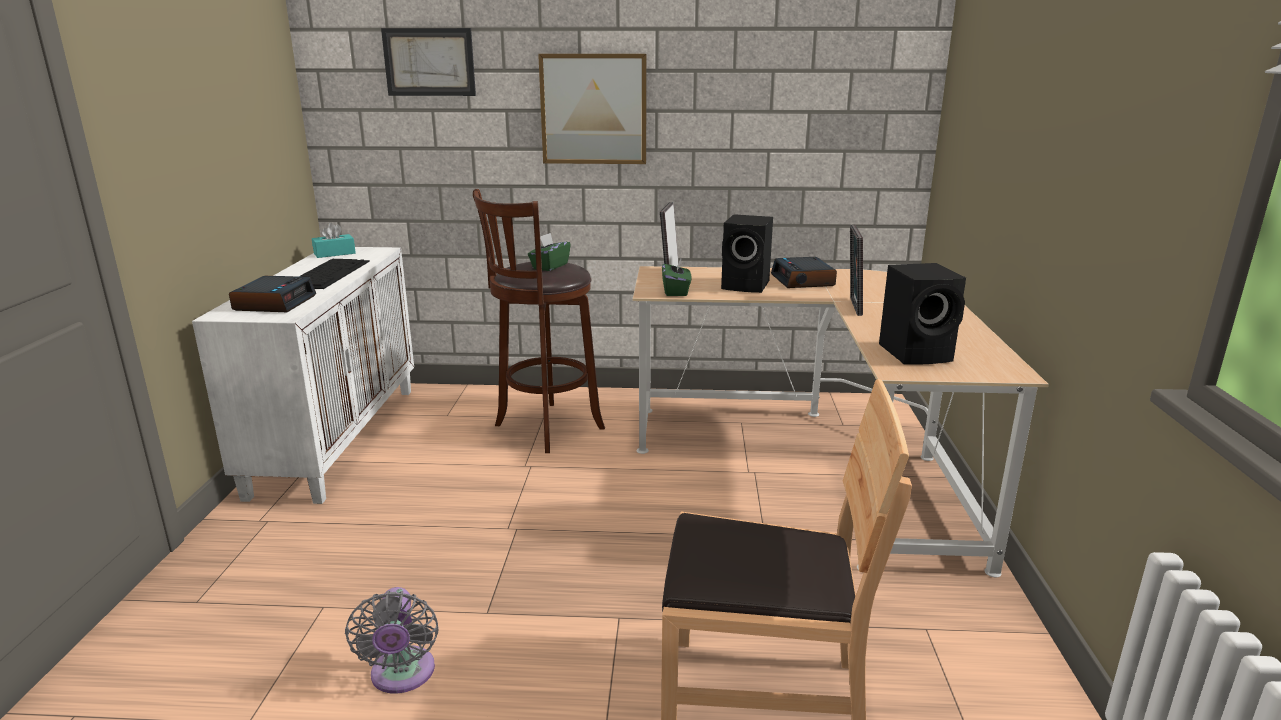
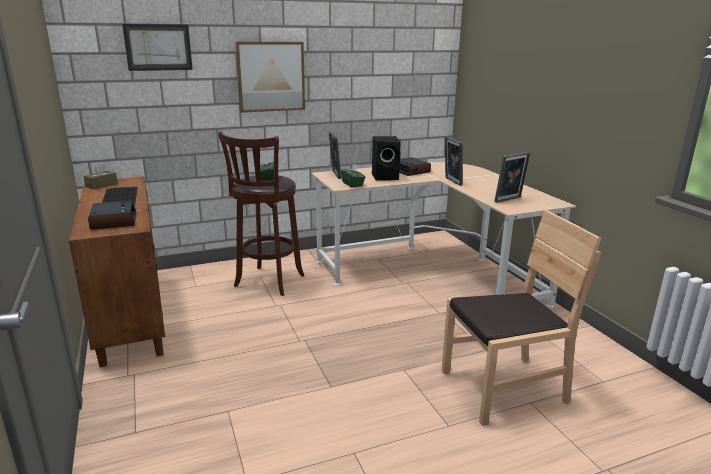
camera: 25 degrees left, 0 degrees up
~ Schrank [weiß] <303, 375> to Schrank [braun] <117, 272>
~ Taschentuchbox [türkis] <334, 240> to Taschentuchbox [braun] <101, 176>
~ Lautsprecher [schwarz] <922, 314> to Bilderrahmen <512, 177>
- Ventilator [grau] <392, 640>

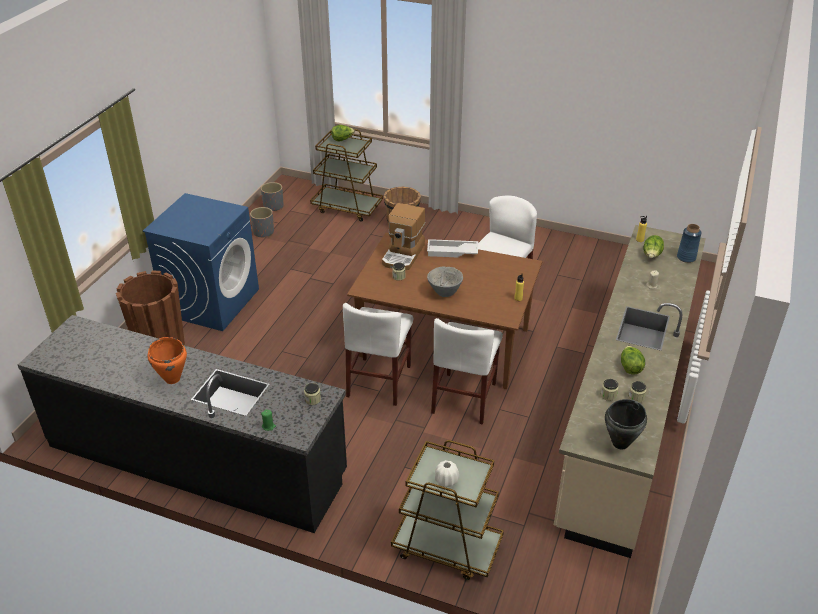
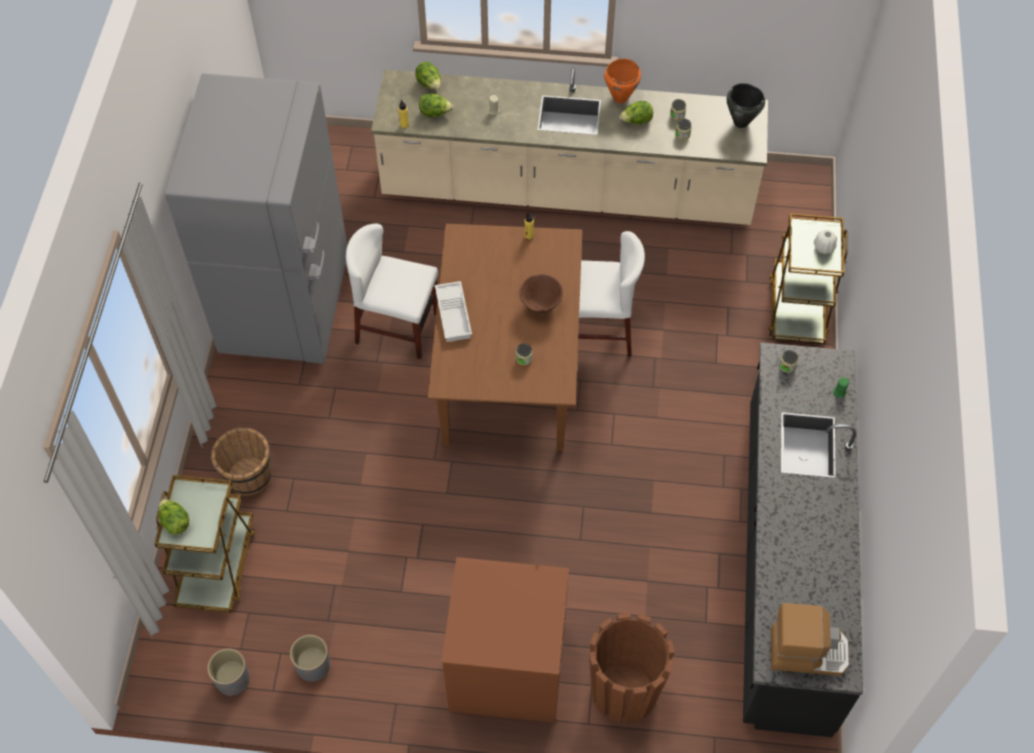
camera: 105 degrees left, 20 degrees up
+ Kühlschrank [grau] <256, 218>
~ Vase [blau] <689, 243> to Salatkopf <428, 76>
~ Waschmaschine [blau] <201, 262> to Waschmaschine [braun] <505, 640>
~ Schüssel [grau] <445, 282> to Schüssel [braun] <541, 294>
~ Kochtopf [orange] <167, 360> to <622, 80>
~ Kaffeemaschine <403, 236> to <810, 639>
- Stuhl [weiß] <378, 354>

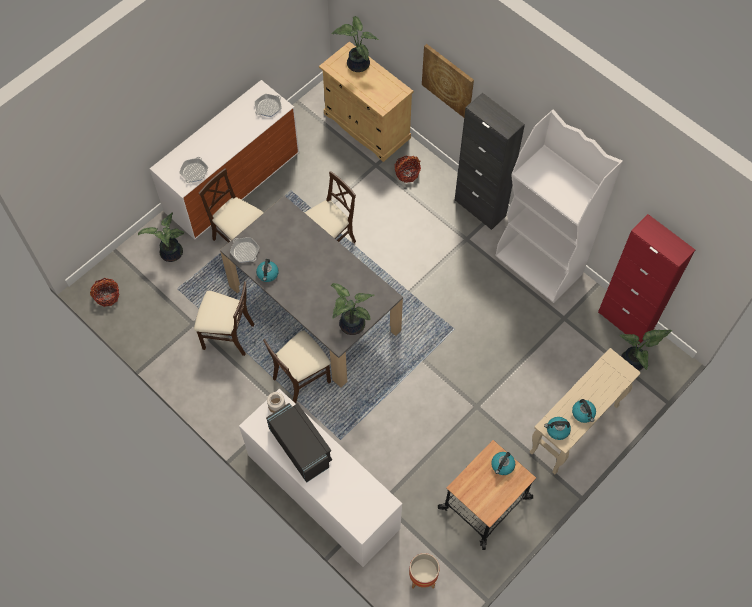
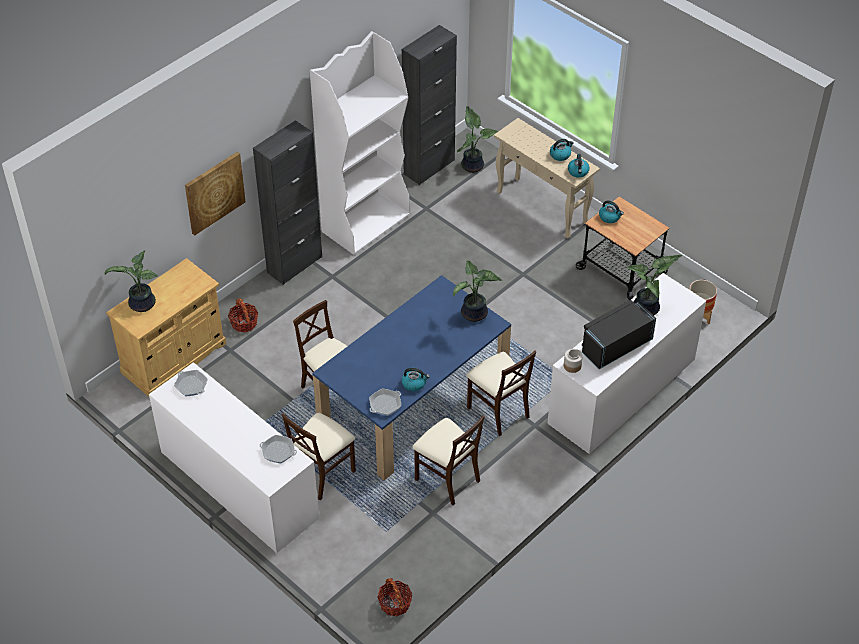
camera: 90 degrees left, 15 degrees down
~ Esstisch [grau] <311, 292> to Esstisch [blau] <411, 377>
~ Schrank [rot] <646, 279> to Schrank [schwarz] <429, 105>
~ Stuhl [beige] <224, 318> = <449, 460> 120 degrees clockwise
~ Topfpflanze <161, 237> to <654, 285>

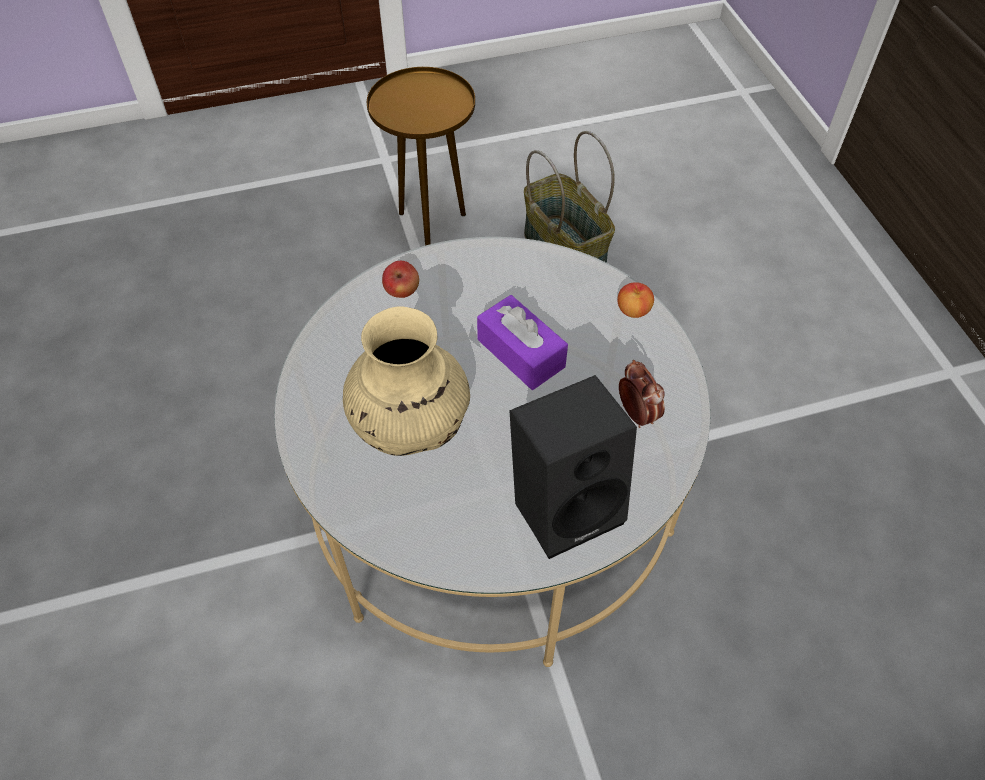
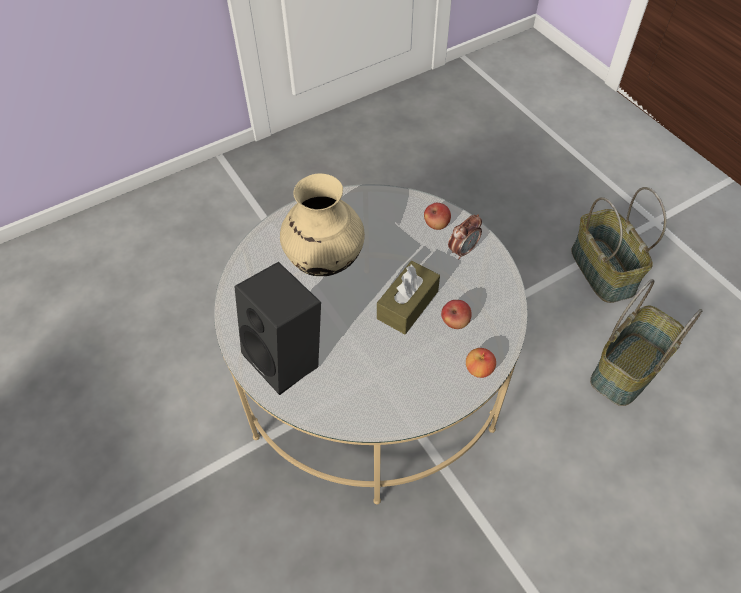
camera: 75 degrees right, 0 degrees up
~ Taschentuchbox [lila] <522, 342> to Taschentuchbox [braun] <408, 297>
+ Apfel <456, 314>
~ Wecker <642, 394> to <465, 236>
~ Beistelltisch [braun] <421, 156> to Korb <619, 245>

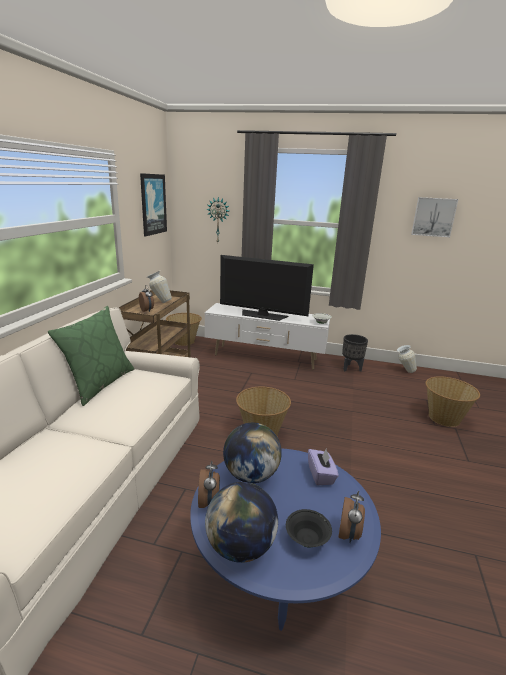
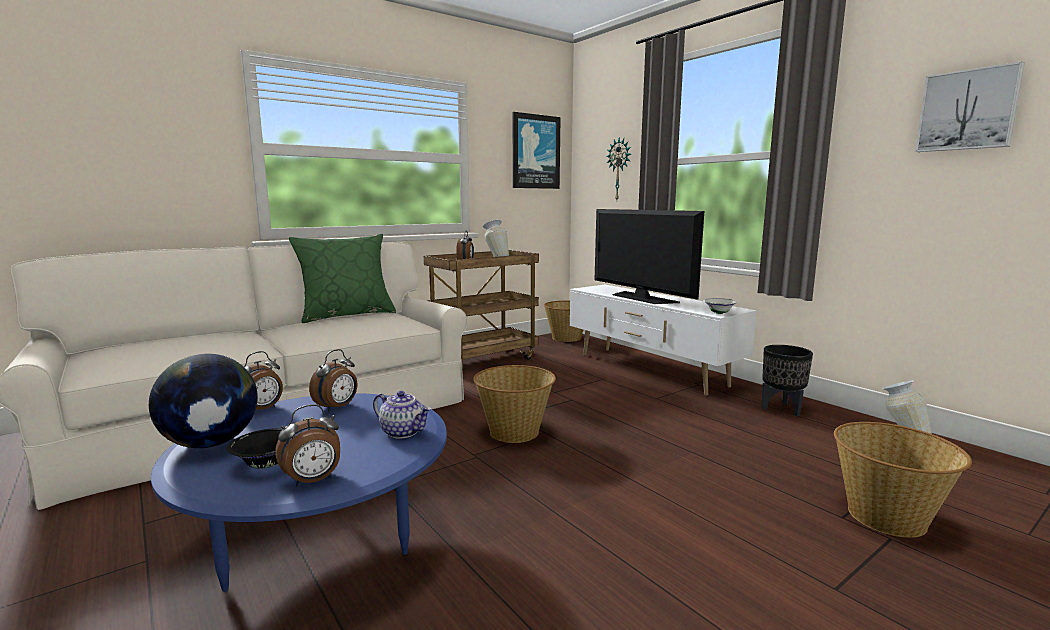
camera: 40 degrees right, 10 degrees down
~ Globus <252, 453> to Wecker <333, 380>
~ Taschentuchbox [lila] <323, 467> to Teekanne <402, 415>

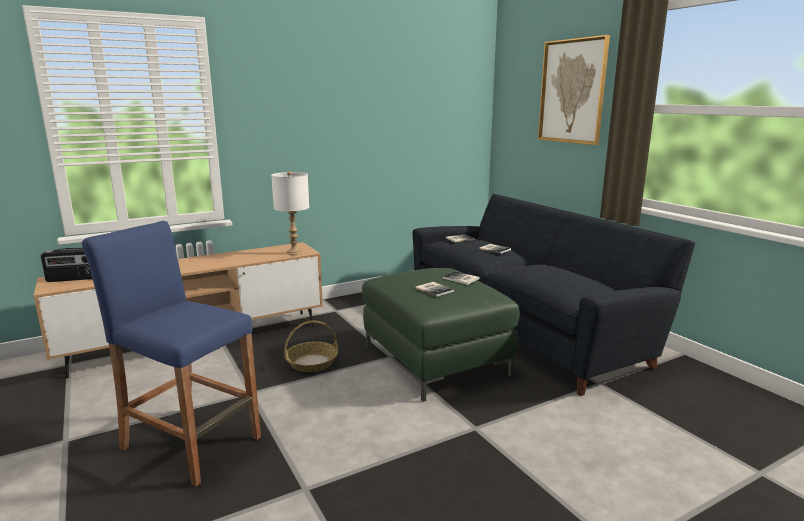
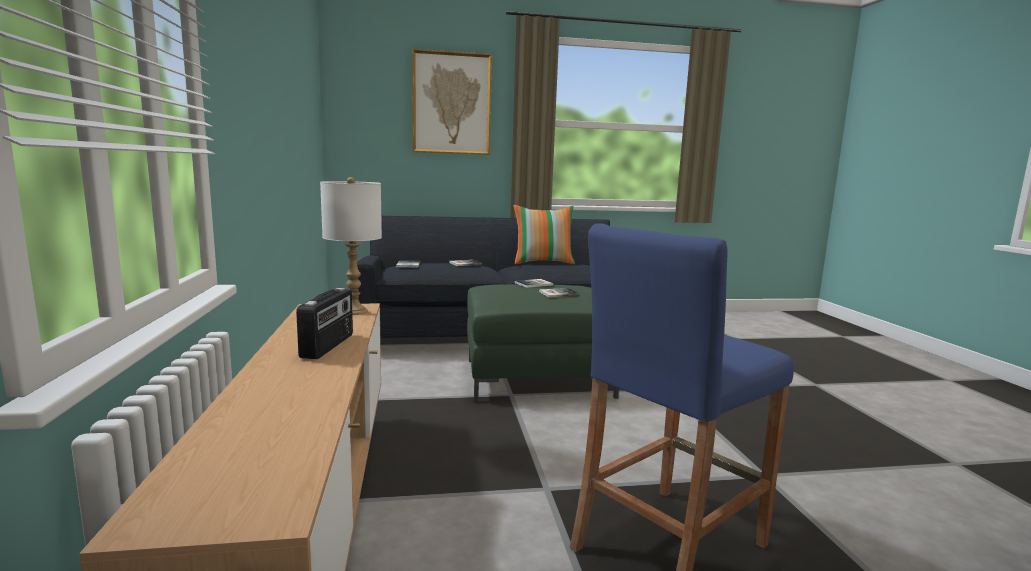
camera: 70 degrees left, 5 degrees down
~ Radio <66, 264> to <324, 323>
+ Kissen <544, 234>
- Korb <311, 346>

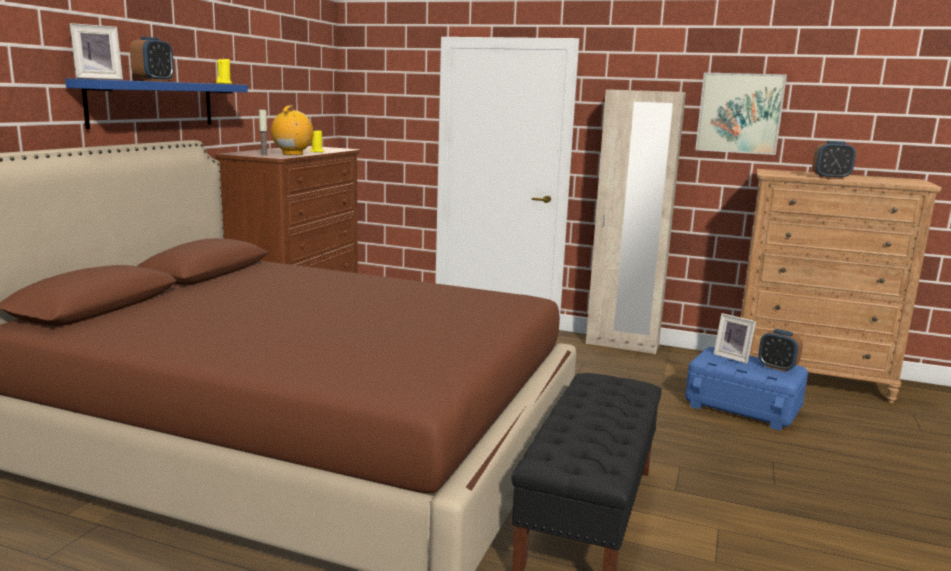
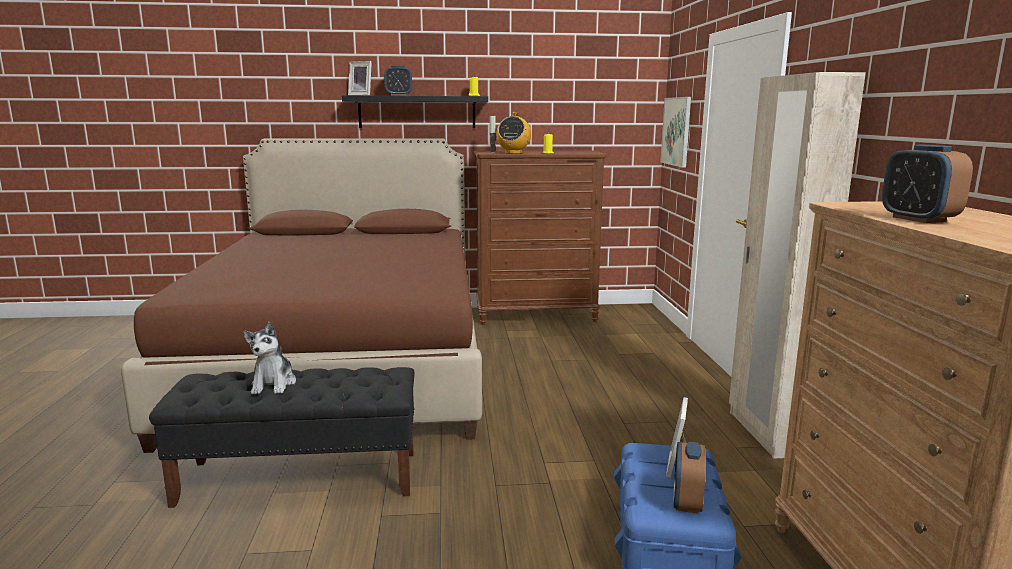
camera: 65 degrees right, 0 degrees up
+ Plüschtier <269, 358>
~ Wandregal [blau] <156, 103> to Wandregal [schwarz] <415, 111>
~ Radio <292, 130> = <513, 133> 120 degrees clockwise
~ Bild <741, 113> to <676, 132>

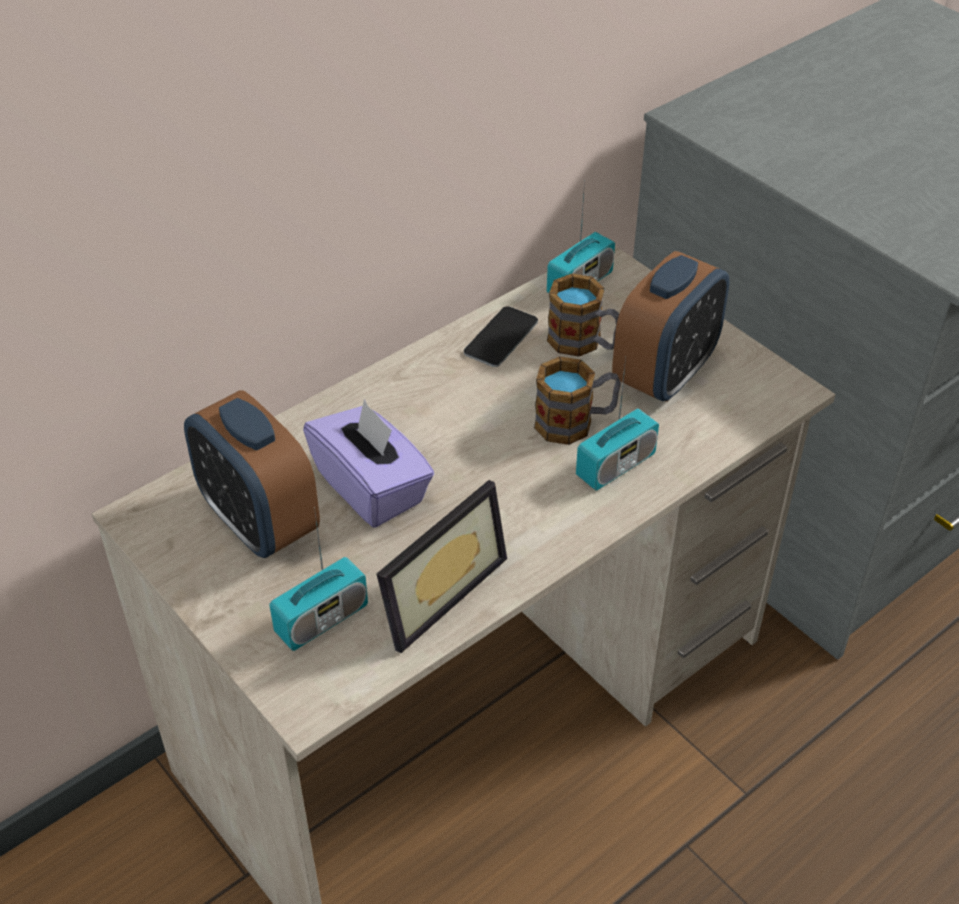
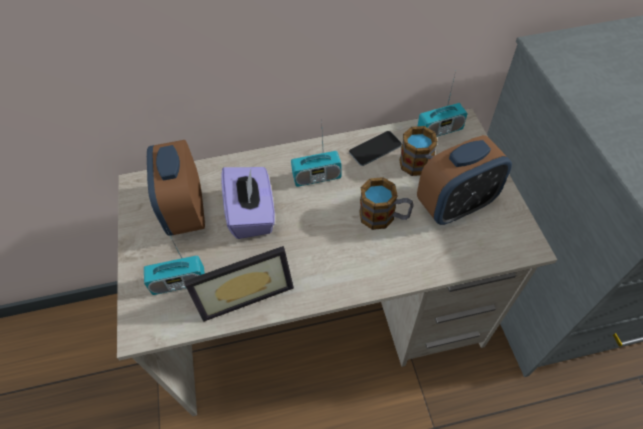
camera: 30 degrees right, 10 degrees up
~ Radio <617, 423> to <316, 153>

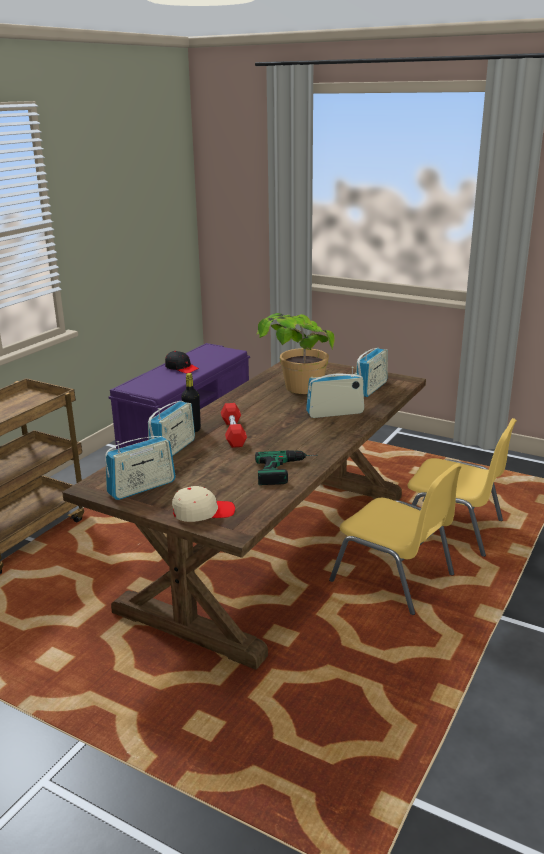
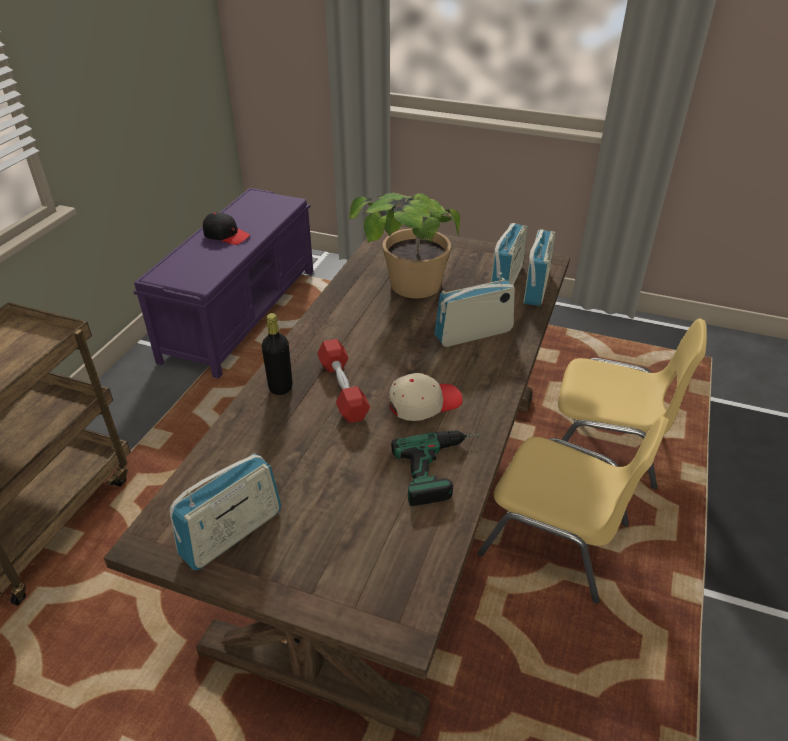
camera: 10 degrees left, 15 degrees up
~ Kappe [beige] <203, 504> to <426, 397>
~ Radio <171, 428> to <539, 267>

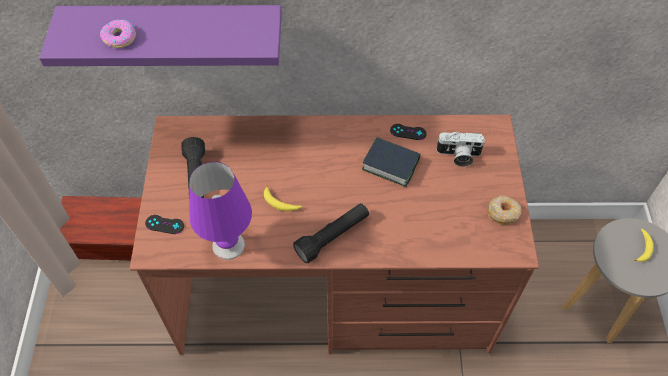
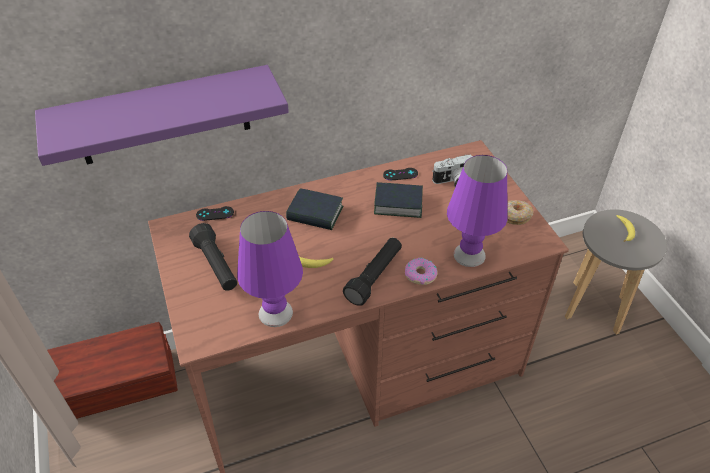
camera: 20 degrees left, 10 degrees down
~ Gamepad [schwarz] <164, 224> to <215, 213>
+ Buch <314, 209>
~ Donut <118, 34> to <421, 271>
+ Tischlampe [lila] <477, 211>

